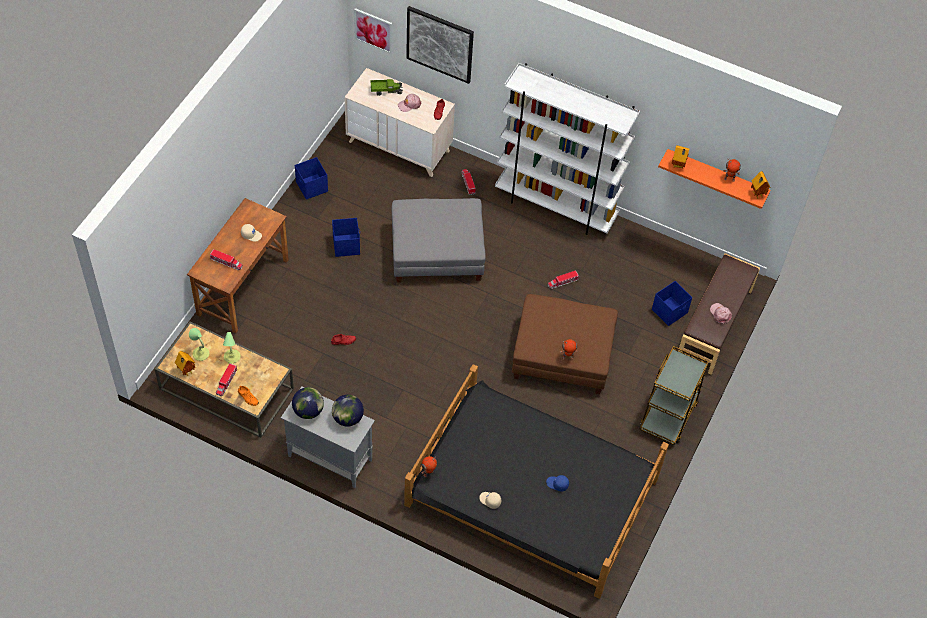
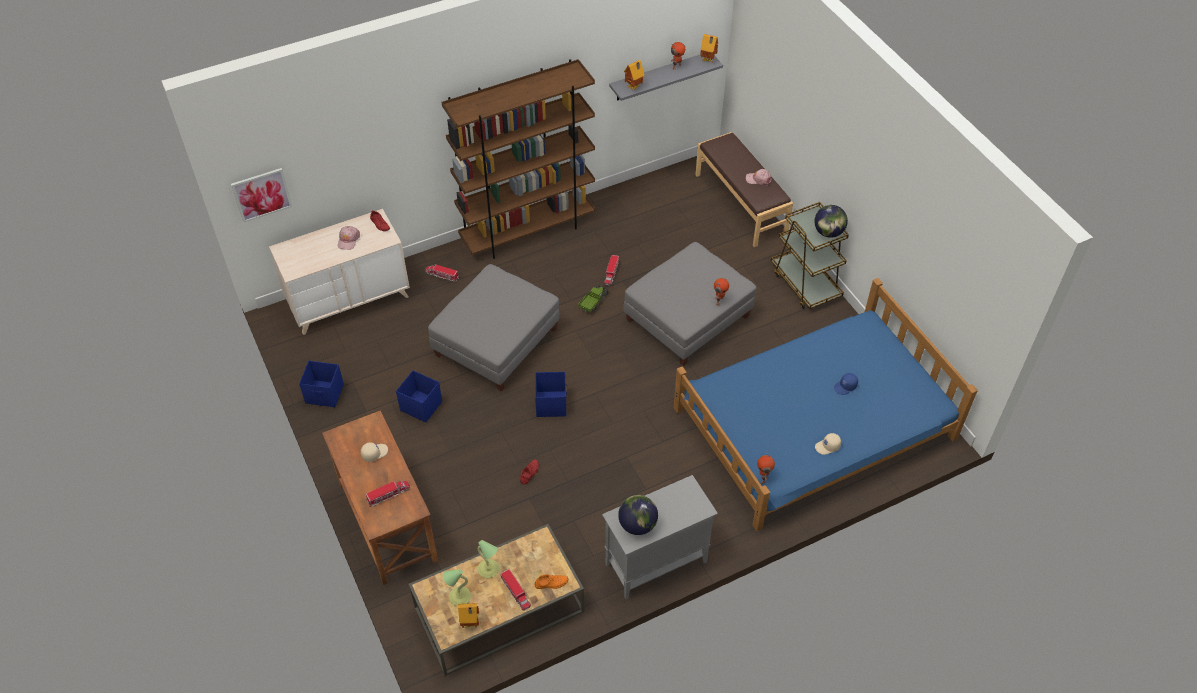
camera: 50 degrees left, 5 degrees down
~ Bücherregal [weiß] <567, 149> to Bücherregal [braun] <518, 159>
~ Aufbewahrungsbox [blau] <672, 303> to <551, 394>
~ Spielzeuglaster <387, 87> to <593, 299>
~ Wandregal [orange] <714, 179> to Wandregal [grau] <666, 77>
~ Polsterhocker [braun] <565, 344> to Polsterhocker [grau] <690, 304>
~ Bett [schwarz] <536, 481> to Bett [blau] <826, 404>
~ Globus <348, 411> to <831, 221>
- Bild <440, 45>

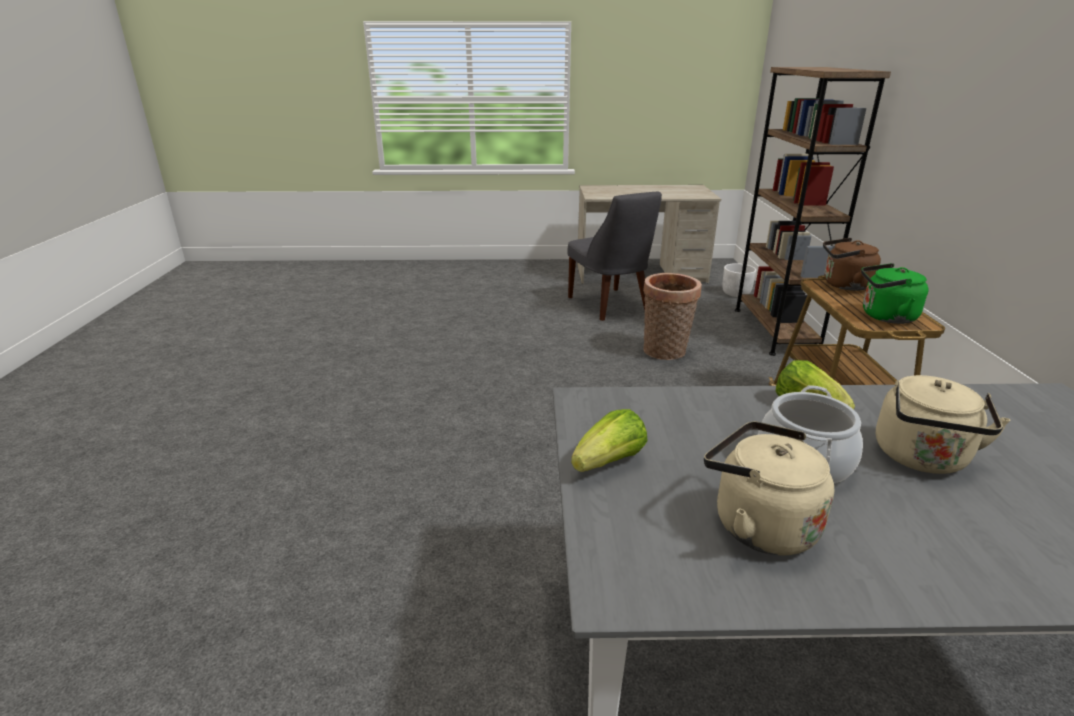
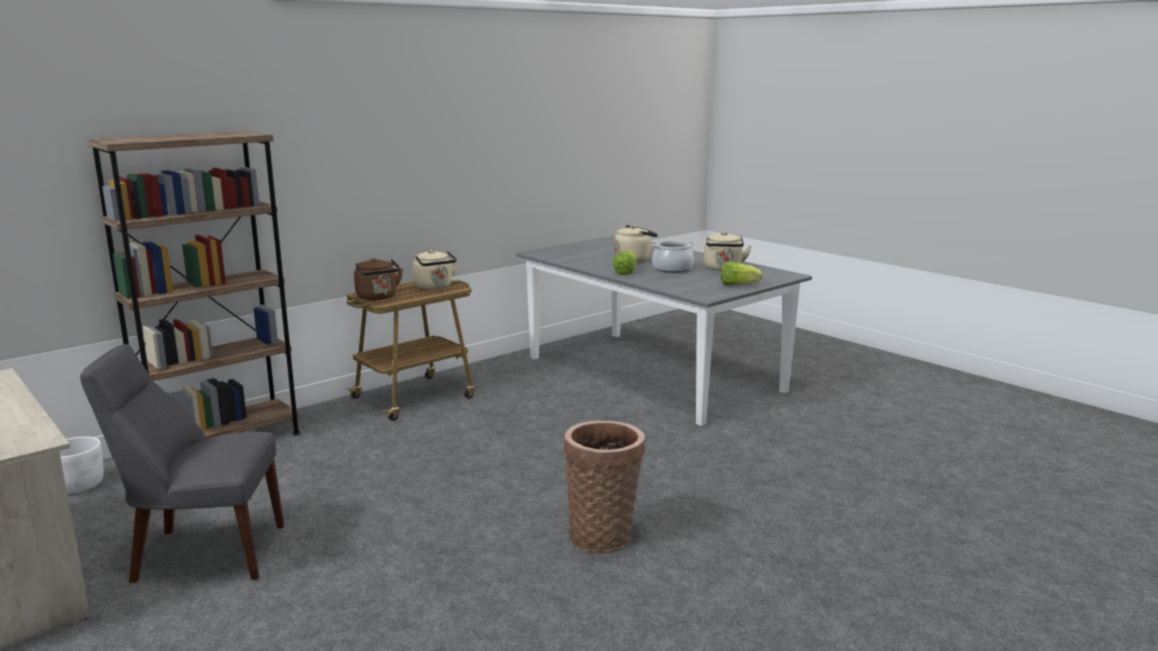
camera: 130 degrees left, 10 degrees down
~ Stuhl [grau] <614, 256> = <182, 463> 120 degrees counterclockwise
~ Wasserkessel [grün] <894, 293> to Wasserkessel [beige] <435, 270>
~ Korb <672, 316> to <604, 487>

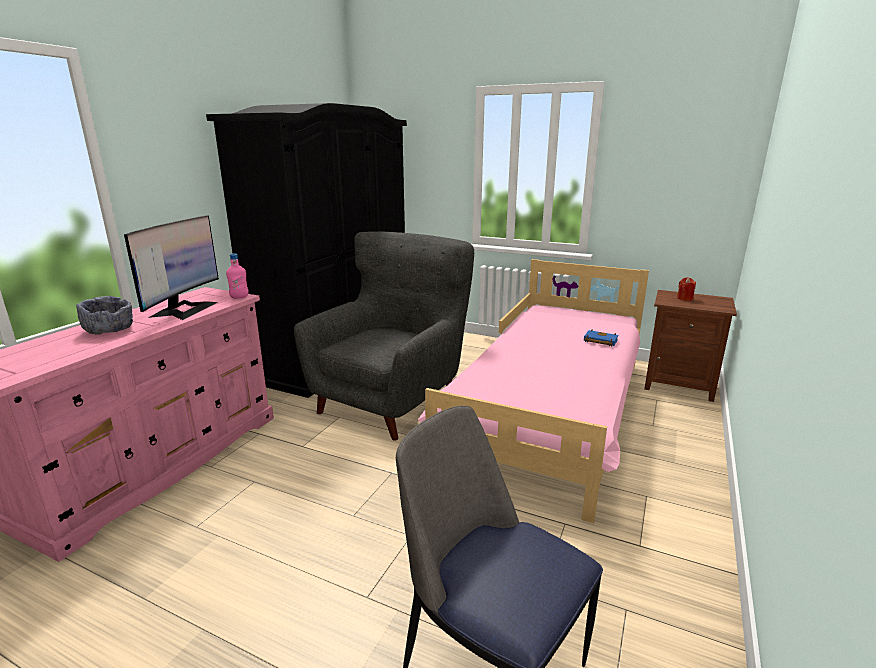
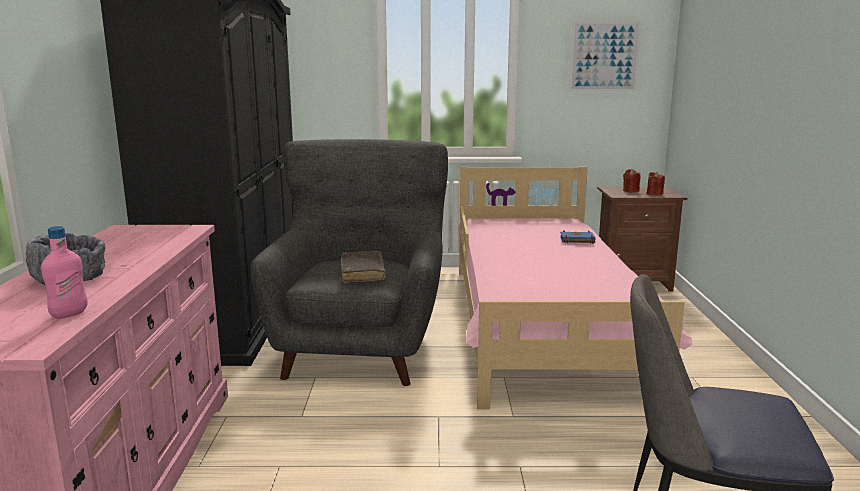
camera: 25 degrees left, 5 degrees down
~ Flasche [rosa] <237, 276> to <64, 272>
+ Buch [braun] <363, 267>
+ Bild <605, 56>
+ Kerze [rot] <656, 184>
- Monitor <171, 267>

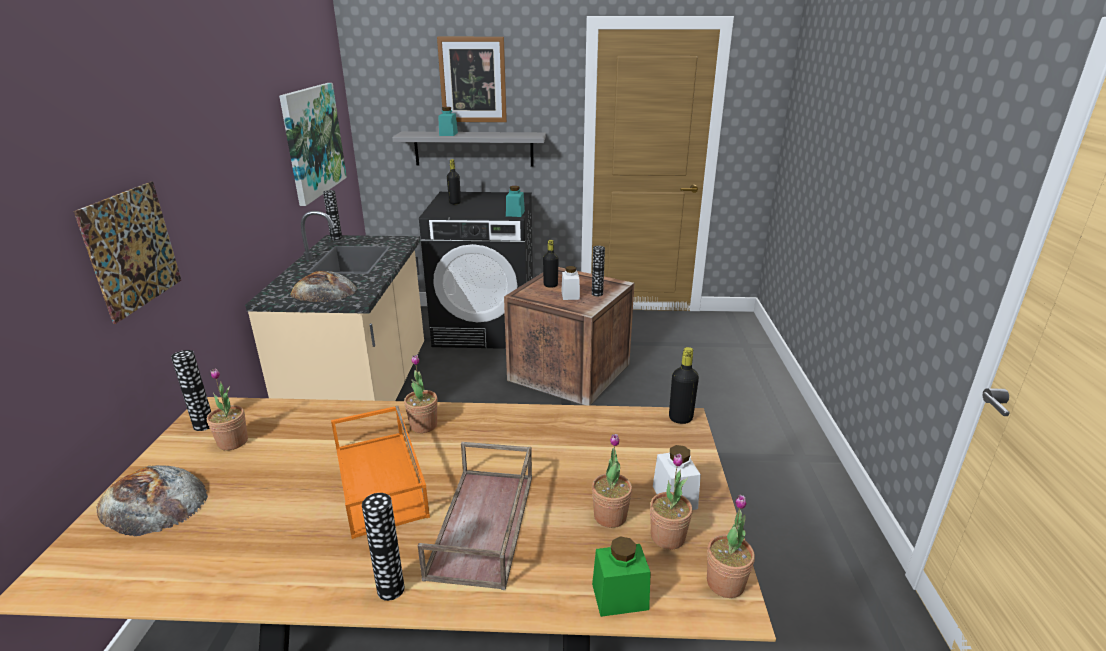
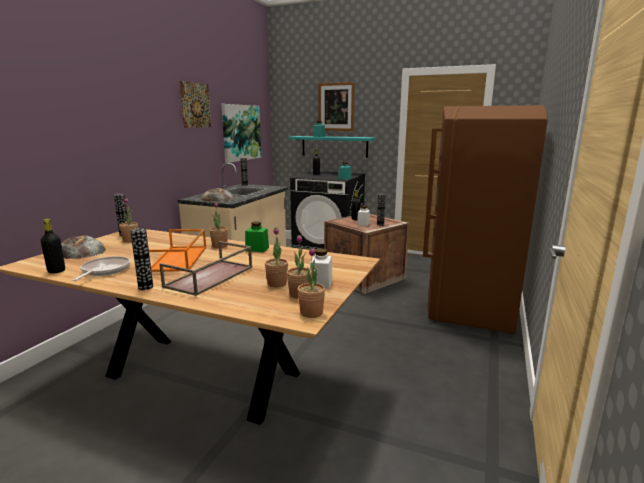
camera: 20 degrees right, 10 degrees down
~ Flasche [schwarz] <684, 385> to <52, 246>
+ Pfanne <101, 268>
~ Bild <127, 253> to <195, 104>
~ Vorratsglas [grün] <621, 576> to <257, 236>
~ Wandregal [grau] <469, 148> to Wandregal [türkis] <332, 147>
+ Kühlschrank [braun] <485, 220>

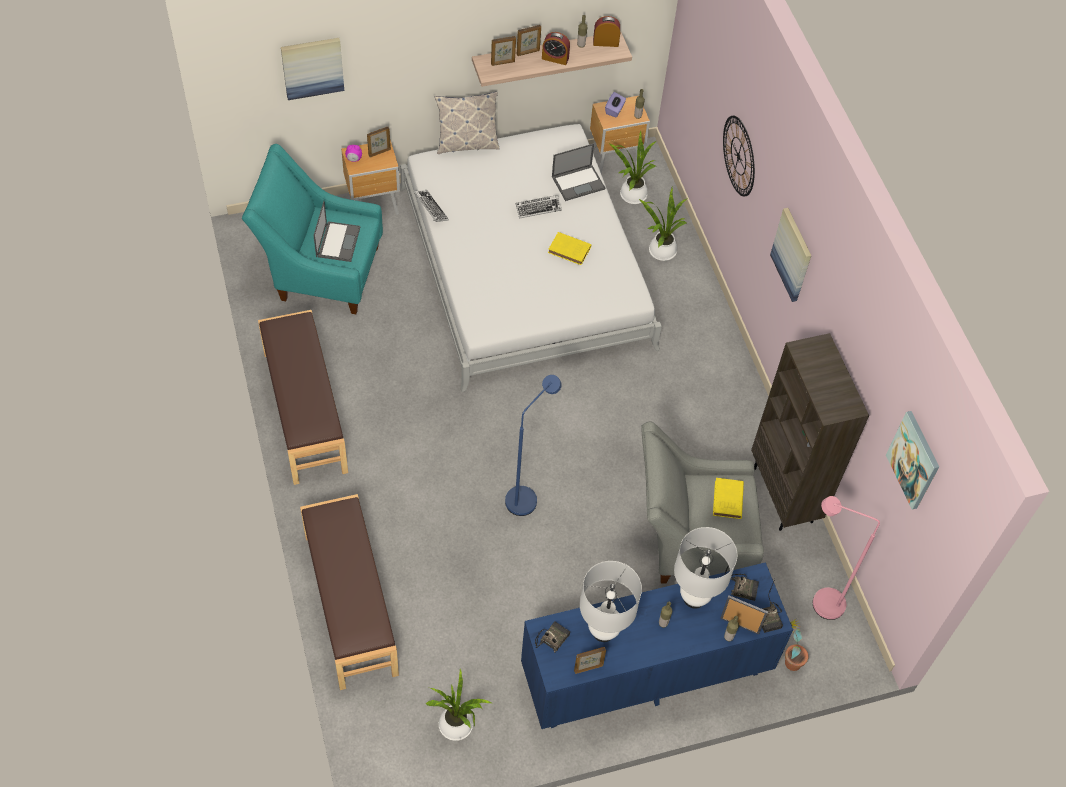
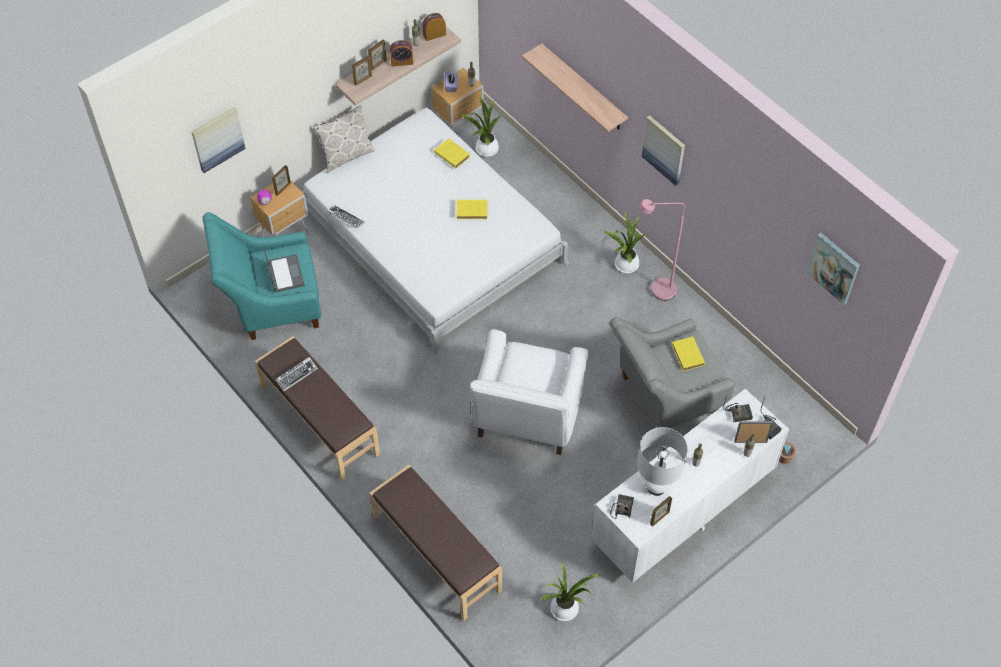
camera: 20 degrees left, 0 degrees up
~ Tastatur <539, 206> to <296, 374>
~ Laptop <578, 172> to Buch [gelb] <452, 153>
~ Stehlampe [blau] <533, 445> to Sessel [weiß] <529, 392>
~ Wanduhr <739, 156> to Wandregal <575, 87>
~ Kommode [blau] <657, 645> to Kommode [weiß] <690, 486>
~ Topfpflanze <663, 224> to <625, 241>
~ Stehlampe [rosa] <846, 558> to <662, 250>
- Tischlampe [weiß] <706, 568>
- Bücherregal [braun] <810, 432>

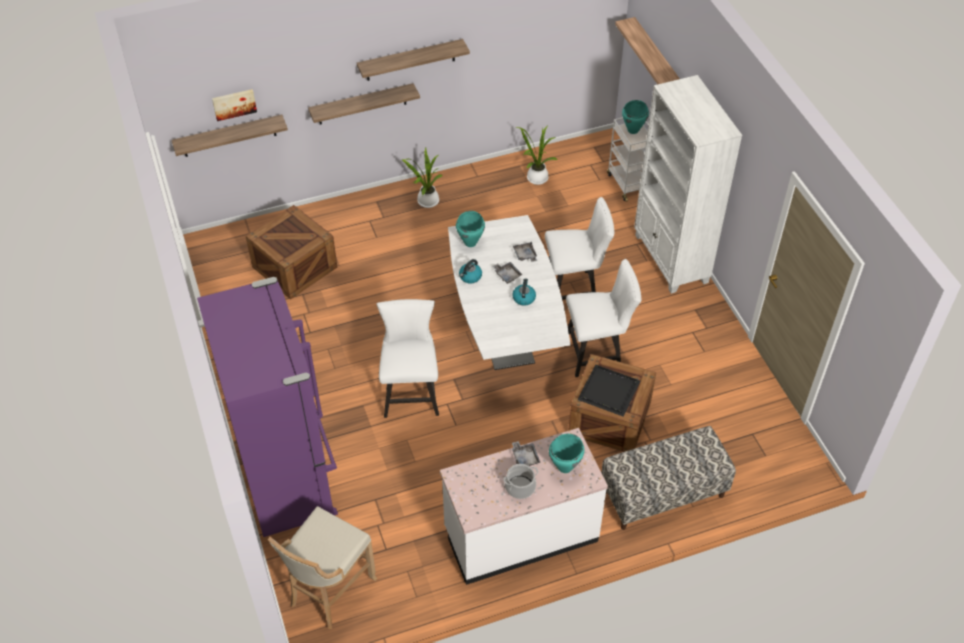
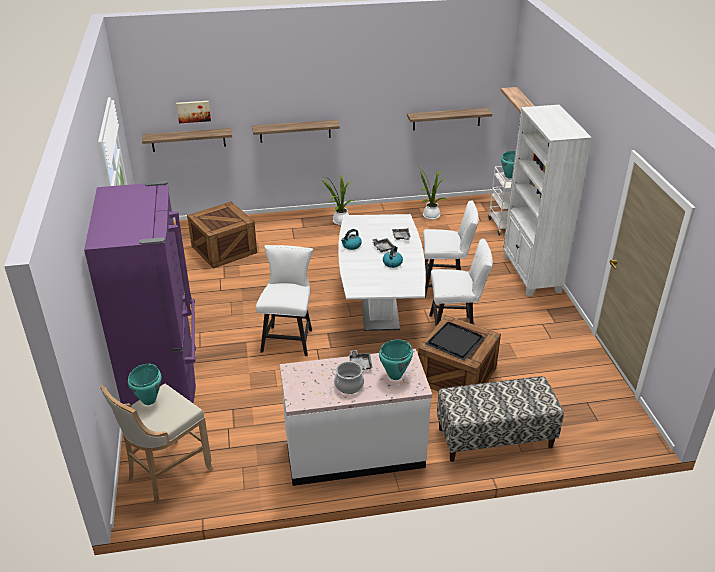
camera: 10 degrees right, 15 degrees down
~ Kochtopf [türkis] <470, 229> to <145, 384>
~ Wandregal <413, 60> to <449, 119>

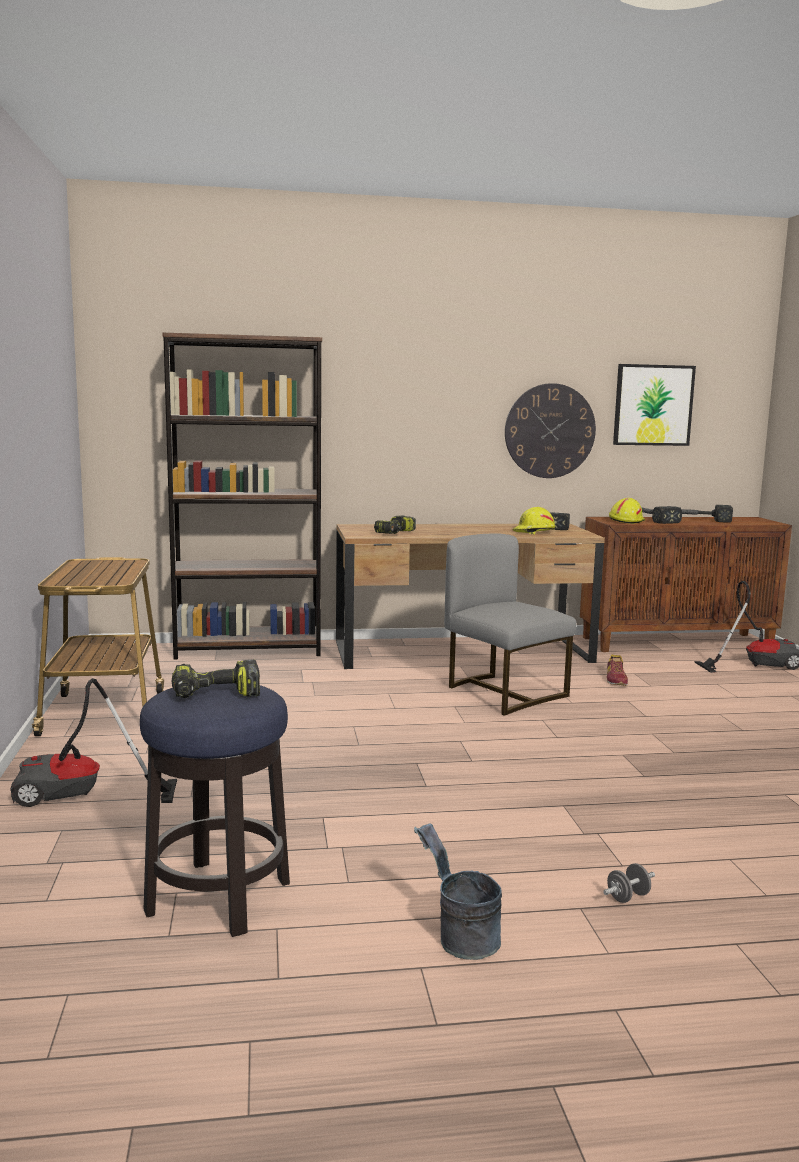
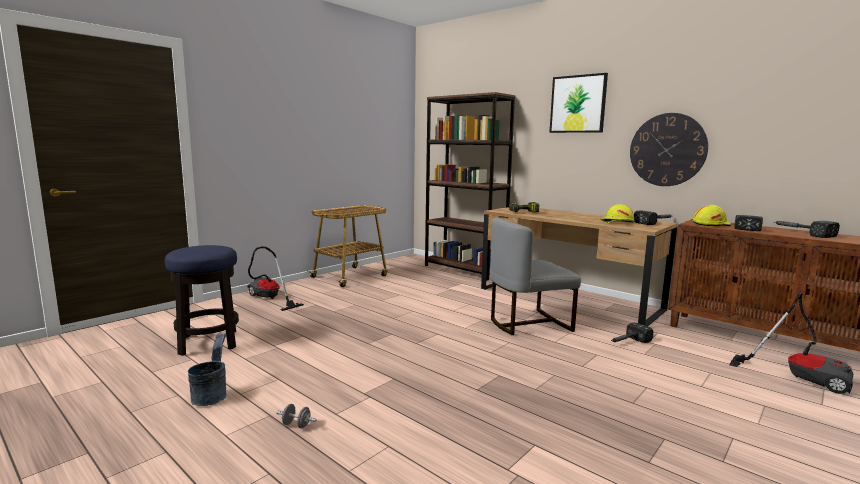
camera: 50 degrees right, 0 degrees up
~ Stuhl [grau] <510, 624> = <535, 276> 120 degrees counterclockwise
~ Bild <654, 405> to <578, 103>
~ Schuh <617, 670> to Hammer <632, 332>
- Bohrmaschine <216, 679>

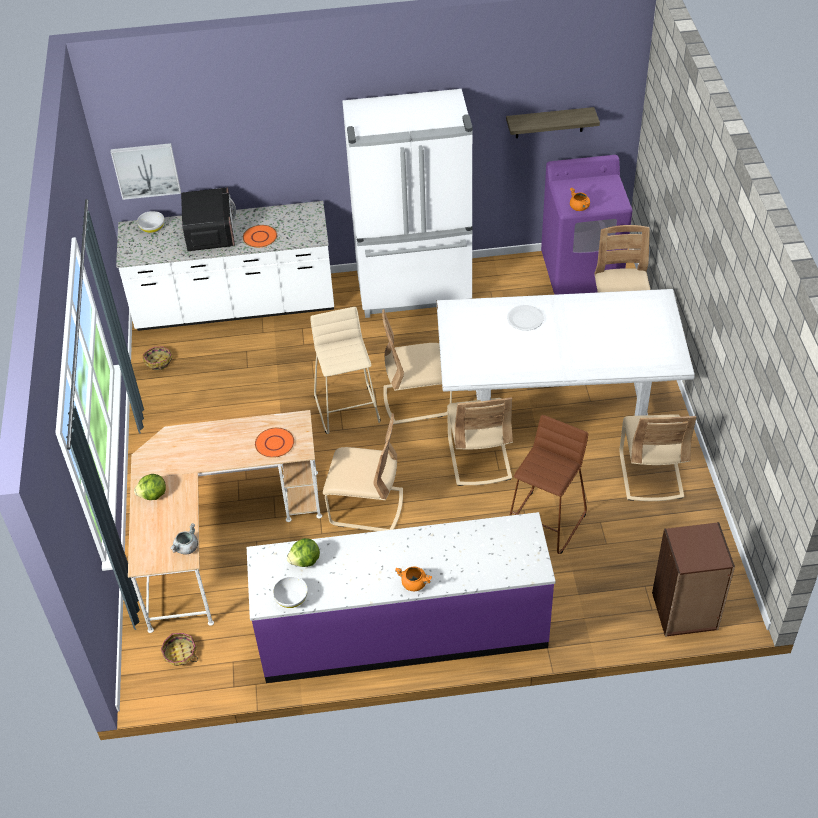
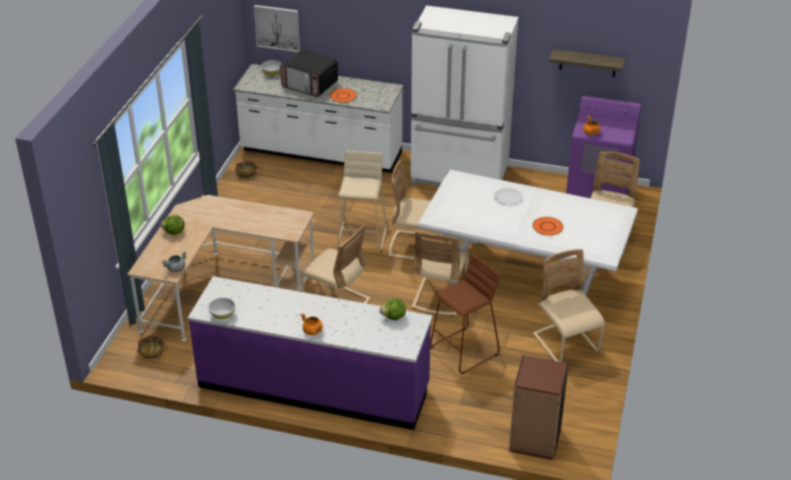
camera: 20 degrees right, 10 degrees down
~ Mikrowelle <208, 219> = <309, 73> 105 degrees clockwise
~ Salatkopf <303, 552> to <392, 309>
~ Teller [orange] <274, 443> to <547, 226>
~ Stuhl [beige] <658, 457> = <569, 305> 135 degrees clockwise

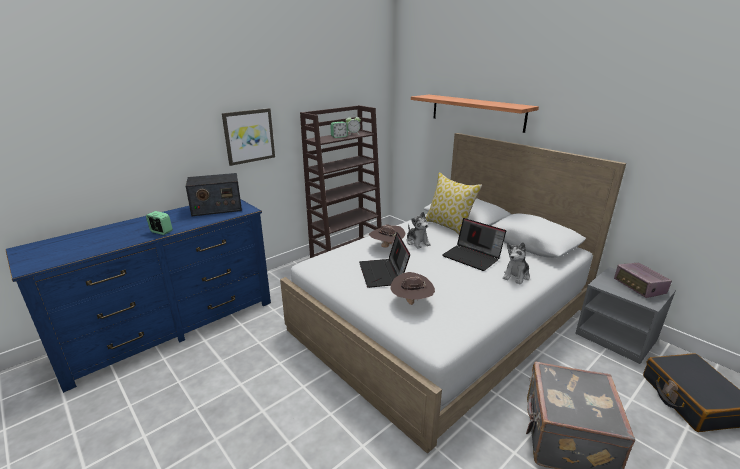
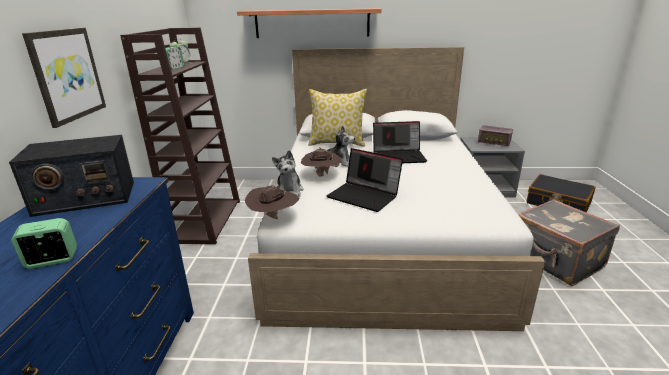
camera: 45 degrees left, 0 degrees up
~ Radio <214, 195> = <71, 176> 45 degrees clockwise
~ Hut [braun] <413, 288> to <272, 202>
~ Plüschtier <516, 263> to <287, 173>

